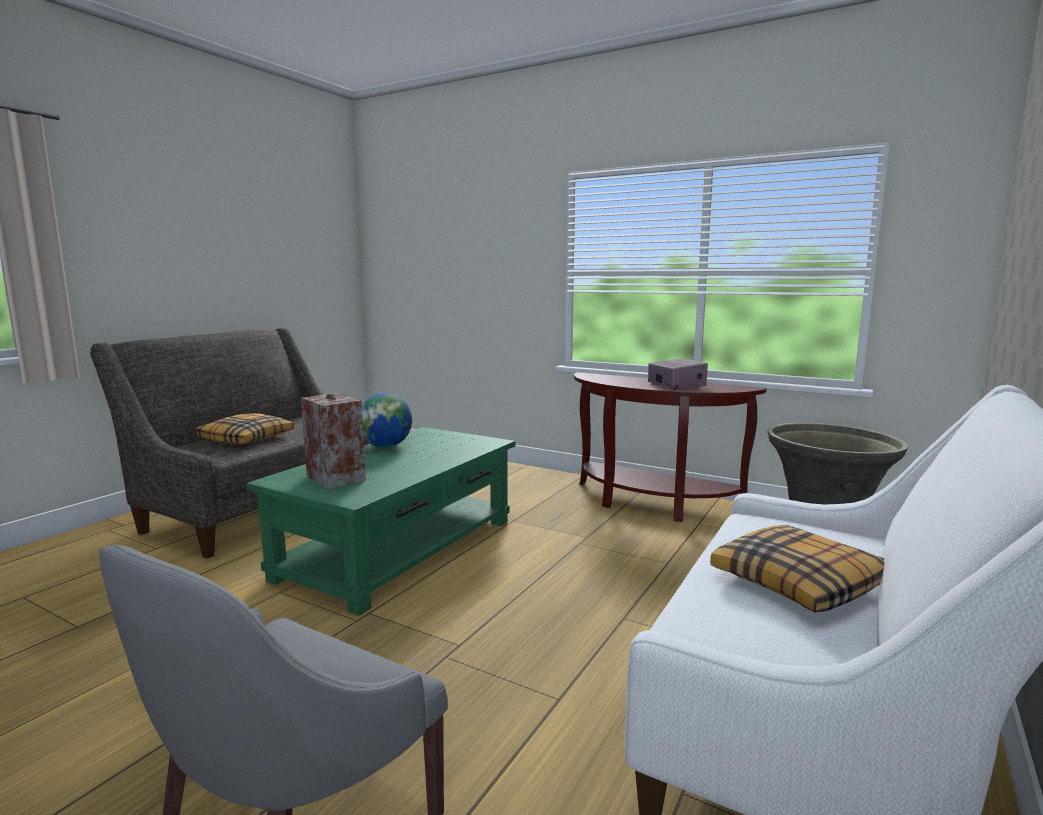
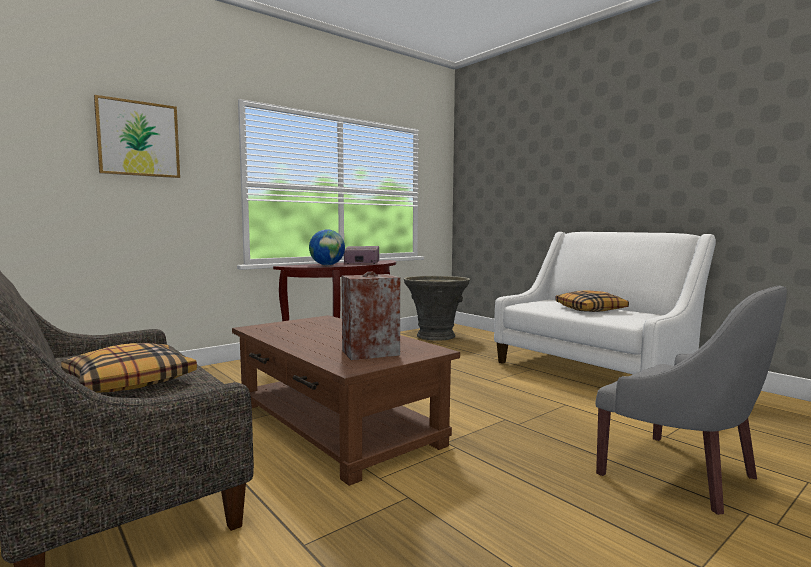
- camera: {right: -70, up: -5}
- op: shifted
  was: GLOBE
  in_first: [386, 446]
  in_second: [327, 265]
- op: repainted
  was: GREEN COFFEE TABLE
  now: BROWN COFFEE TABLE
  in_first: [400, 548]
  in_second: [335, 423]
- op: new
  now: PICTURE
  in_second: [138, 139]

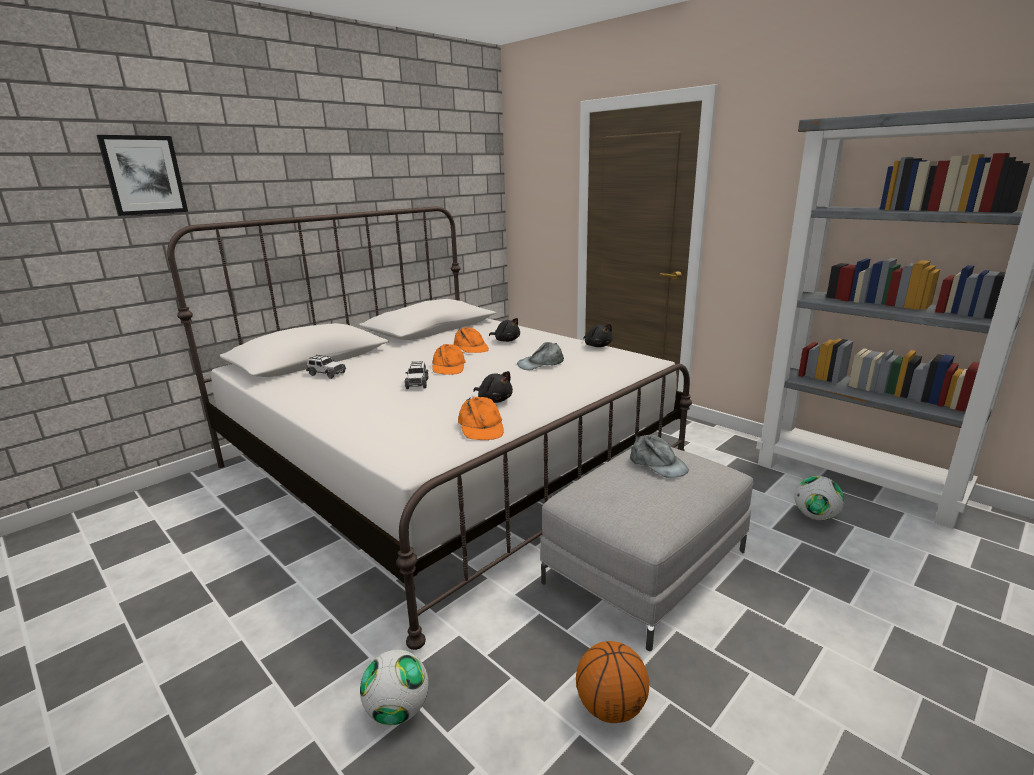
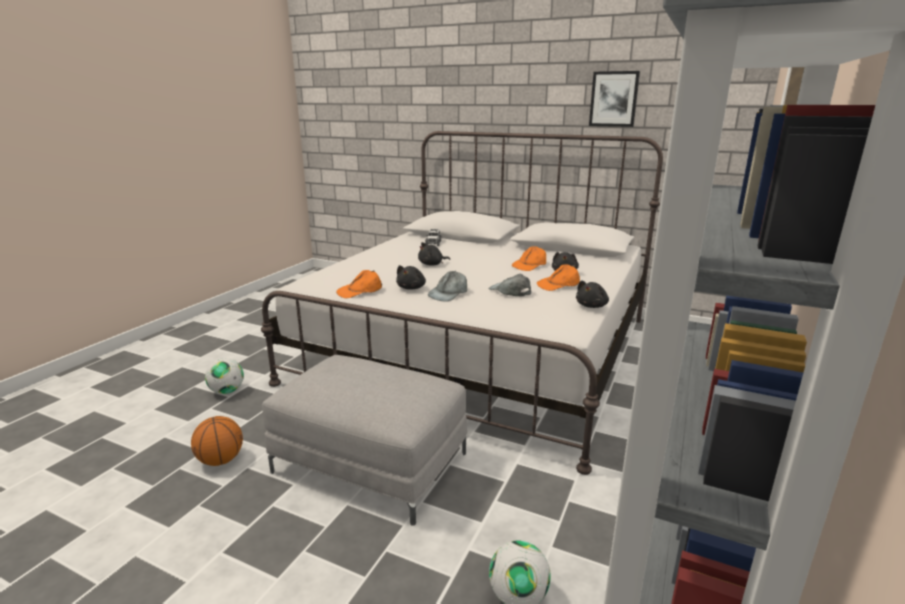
- camera: {right: 70, up: 0}
- op: shifted
  was: PICTURE
  in_first: [144, 175]
  in_second: [613, 99]
- op: shifted
  was: ORANGE CAP
  in_first: [448, 367]
  in_second: [558, 284]
- op: swapped
  was: TOY CAR
  now: BLACK PLUSH TOY
  in_first: [417, 383]
  in_second: [432, 264]
- op: shifted
  was: GREY CAP
  in_first: [657, 464]
  in_second: [449, 293]

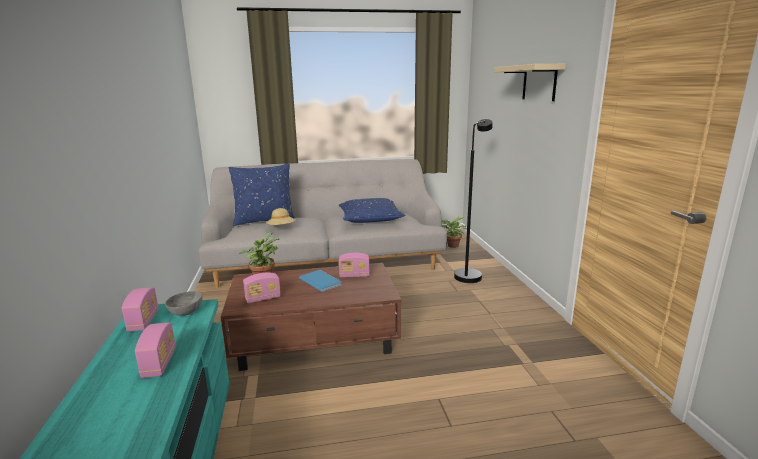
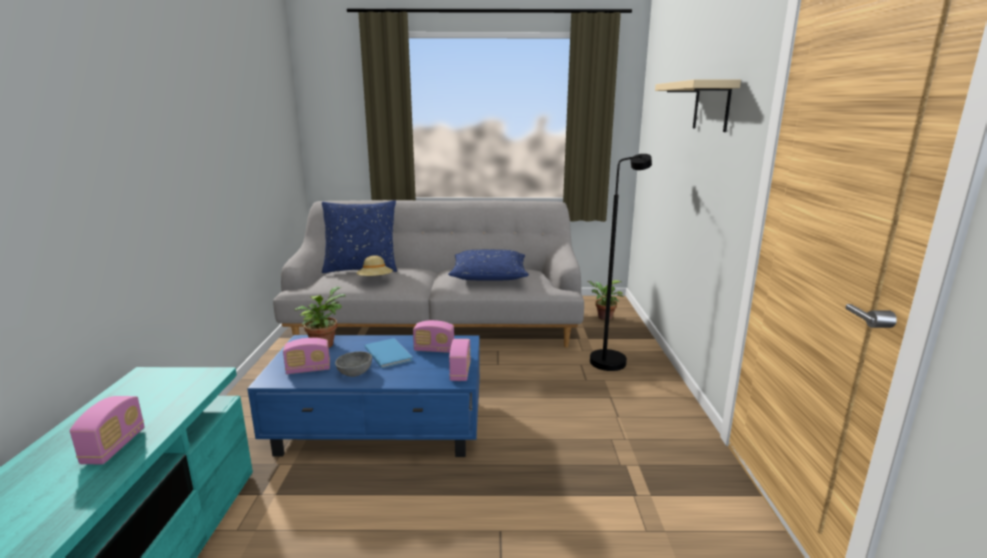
- camera: {right: 10, up: 0}
- op: repainted
  was: BROWN COFFEE TABLE
  now: BLUE COFFEE TABLE
  in_first: [317, 338]
  in_second: [382, 425]
- op: shifted
  was: RADIO
  in_first: [143, 321]
  in_second: [460, 372]
- op: shifted
  was: GREY BOWL
  in_first: [185, 312]
  in_second: [354, 373]

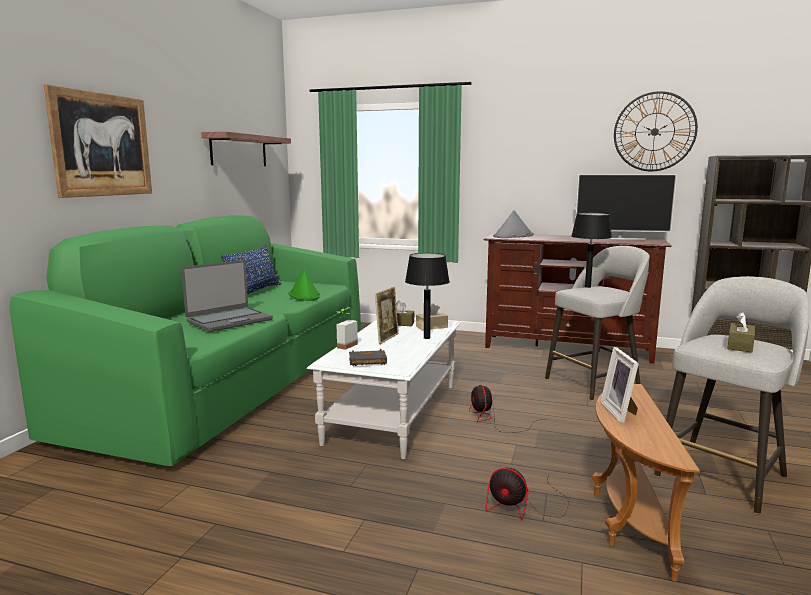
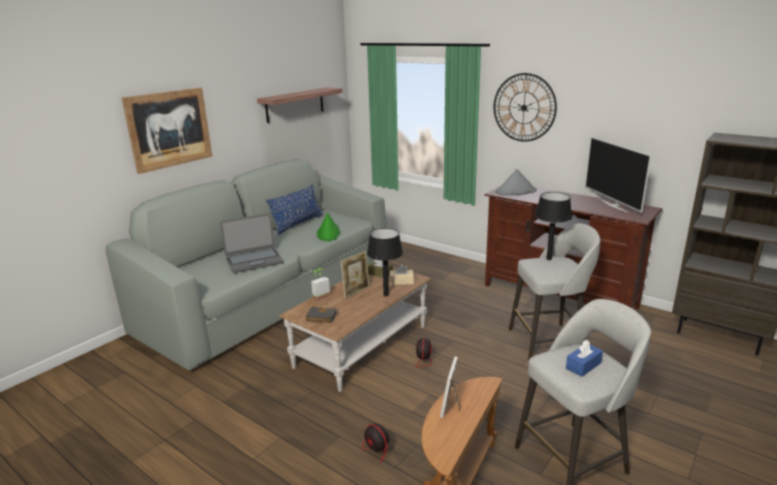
- camera: {right: 20, up: 10}
- op: shifted
  was: WALL CLOCK
  in_first: [654, 132]
  in_second: [524, 107]
- op: rotated
  was: TELEVISION
  in_first: [620, 238]
  in_second: [613, 205]
  clockwise: 45
- op: repainted
  was: GREEN SOFA
  now: GREY SOFA
  in_first: [235, 381]
  in_second: [272, 295]
- op: repainted
  was: BROWN TISSUE BOX
  now: BLUE TISSUE BOX
  in_first: [740, 345]
  in_second: [583, 365]
- op: repainted
  was: WHITE COFFEE TABLE
  now: BROWN COFFEE TABLE
  in_first: [393, 412]
  in_second: [362, 346]

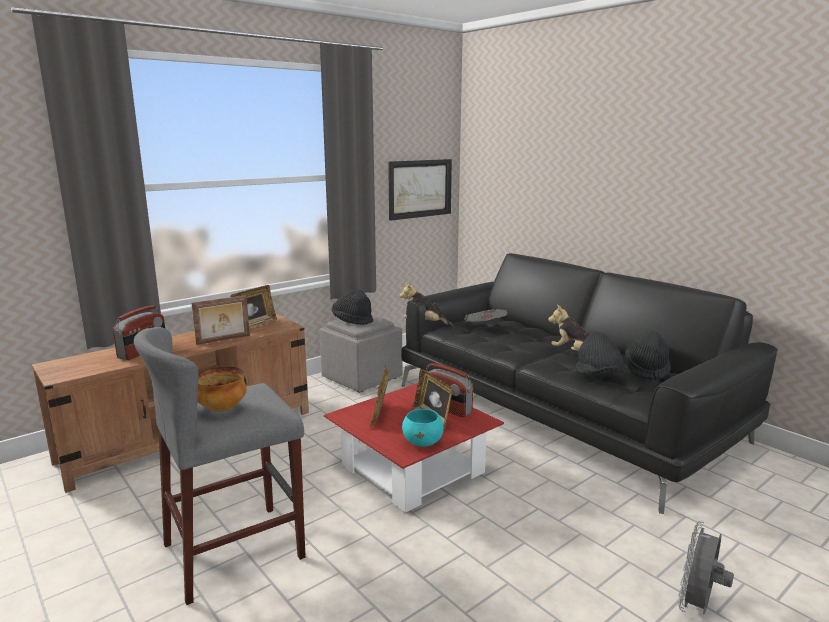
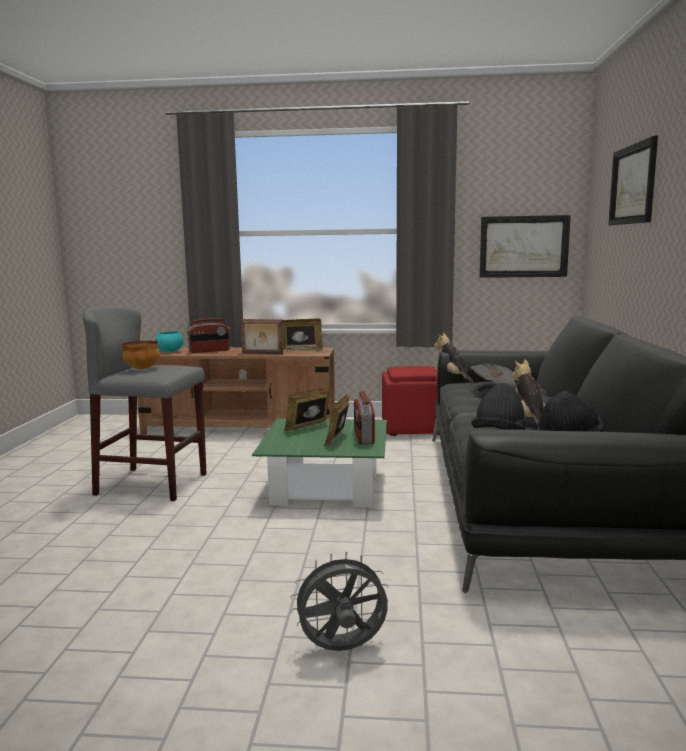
- camera: {right: 45, up: -5}
- op: gone
  was: BLACK HAT
  in_first: [352, 321]
- op: repainted
  was: GREY OTTOMAN
  now: RED OTTOMAN
  in_first: [362, 377]
  in_second: [413, 427]
- op: repainted
  was: RED COFFEE TABLE
  now: GREEN COFFEE TABLE
  in_first: [412, 469]
  in_second: [326, 487]
- op: shifted
  was: TURQUOISE BOWL
  in_first: [423, 442]
  in_second: [170, 351]
- op: new
  now: PICTURE
  in_second: [633, 184]

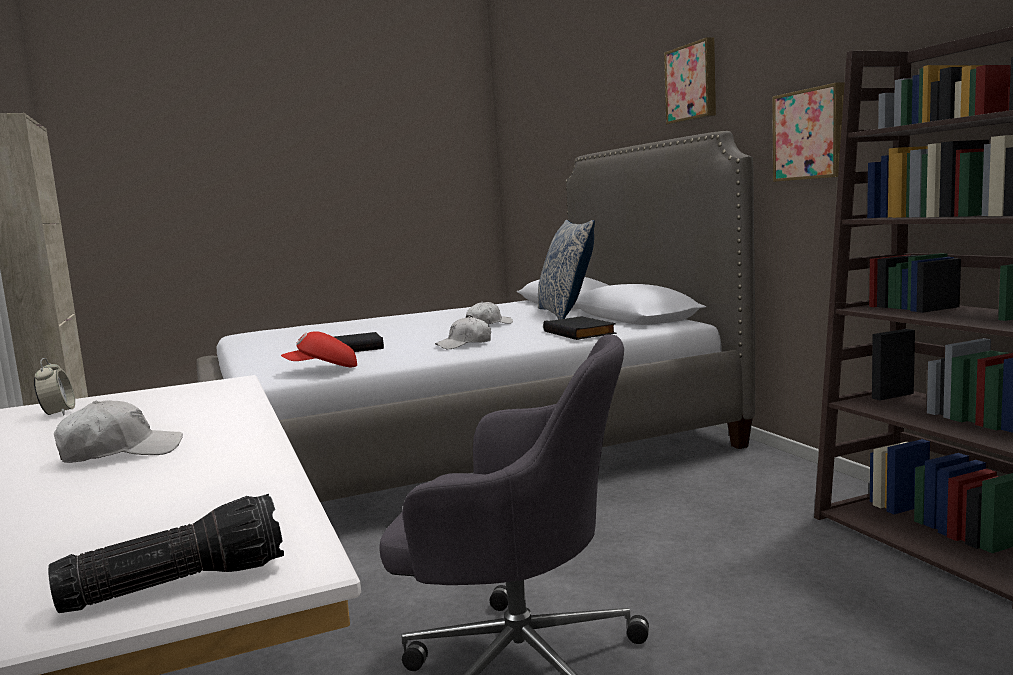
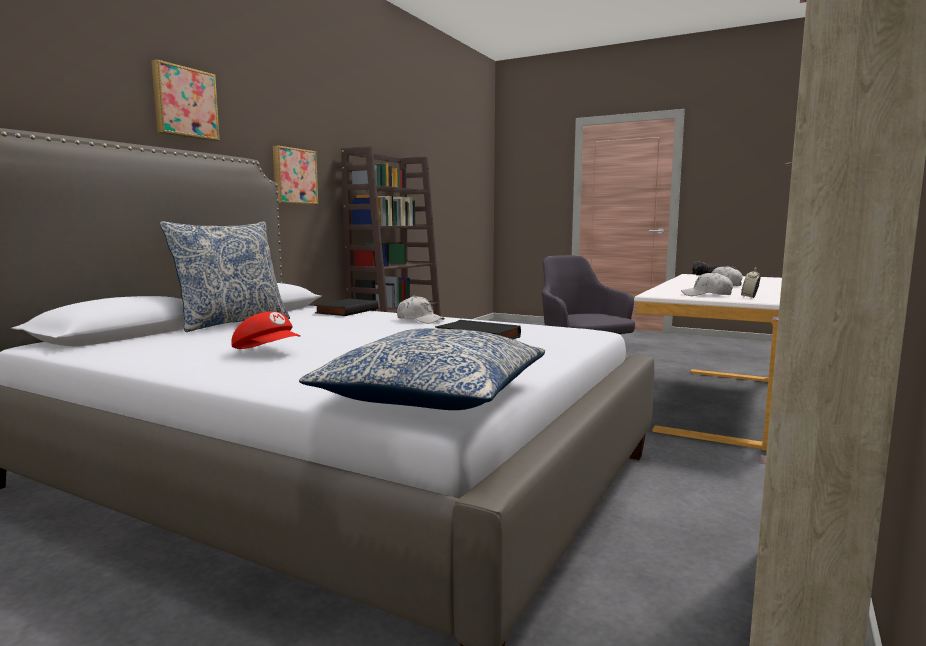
- camera: {right: -130, up: 0}
- op: shifted
  was: WHITE CAP
  in_first: [488, 324]
  in_second: [706, 295]
- op: shifted
  was: RED CAP
  in_first: [322, 370]
  in_second: [268, 351]
- op: new
  now: PILLOW
  in_second: [432, 394]

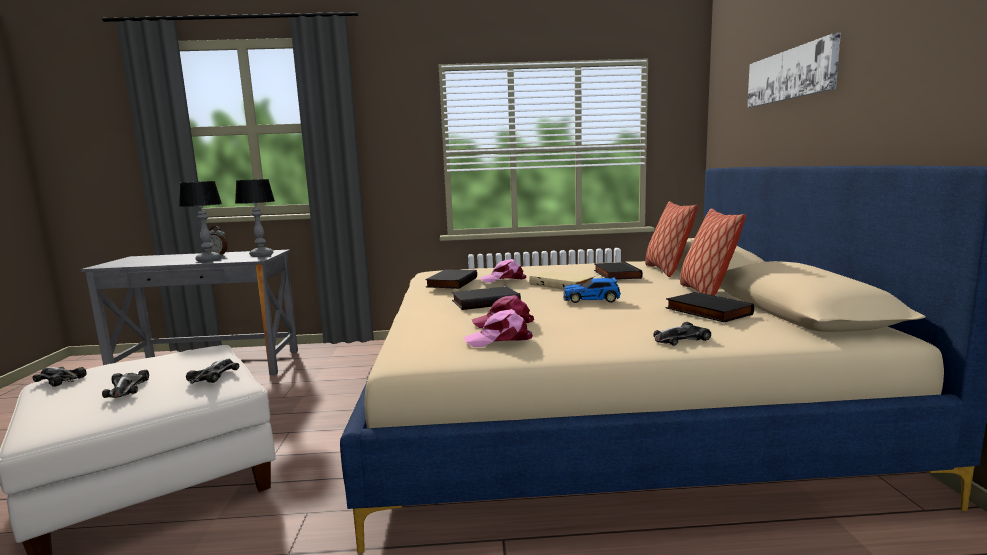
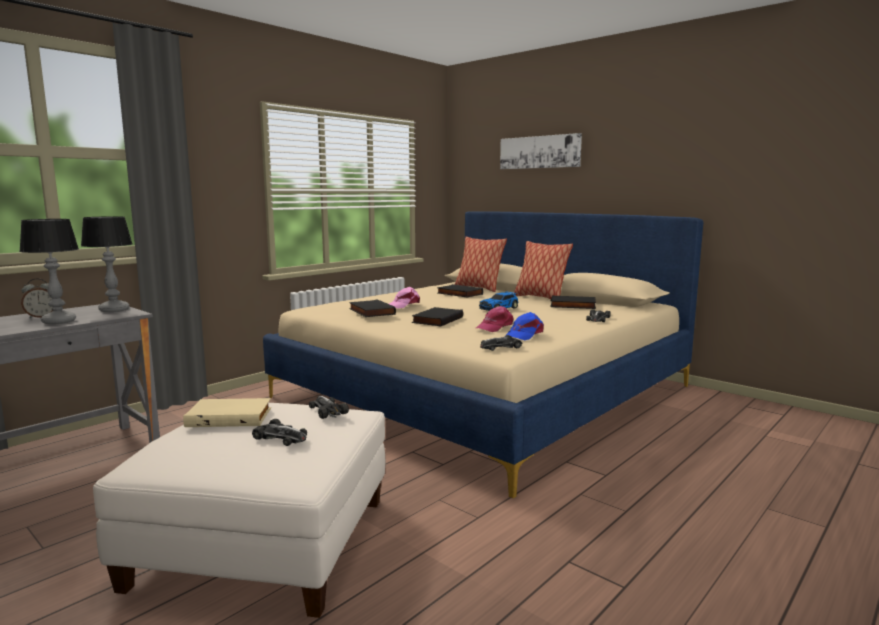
- camera: {right: -45, up: 0}
- op: shifted
  was: BEIGE BOOK
  in_first: [563, 284]
  in_second: [230, 417]
- op: repainted
  was: PINK CAP
  now: BLUE CAP
  in_first: [499, 339]
  in_second: [524, 335]
- op: shifted
  was: TOY CAR
  in_first: [60, 379]
  in_second: [500, 347]

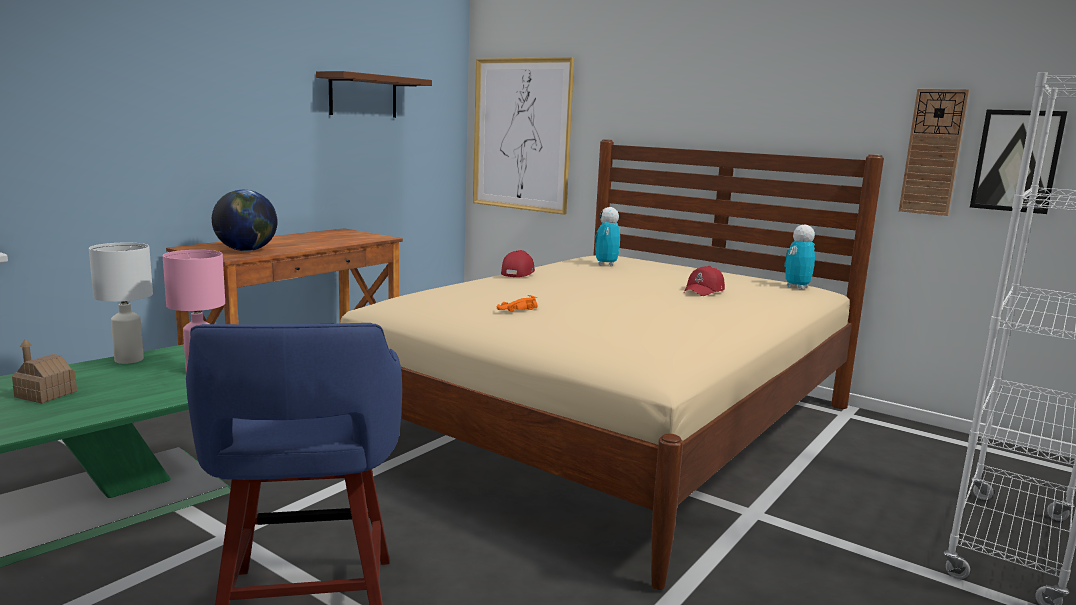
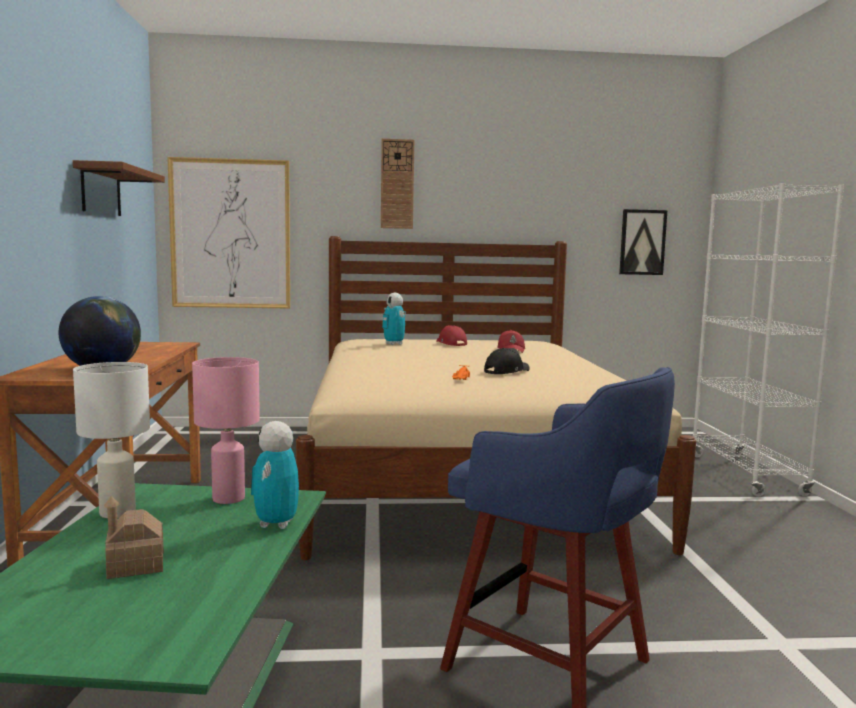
- camera: {right: -40, up: -5}
- op: shifted
  was: WALL CLOCK
  in_first: [933, 152]
  in_second: [397, 184]
- op: shifted
  was: TOY ROBOT
  in_first: [797, 287]
  in_second: [276, 524]
- op: shifted
  was: RED CAP
  in_first: [517, 273]
  in_second: [450, 343]
- op: new
  now: BLACK CAP
  in_second: [506, 371]

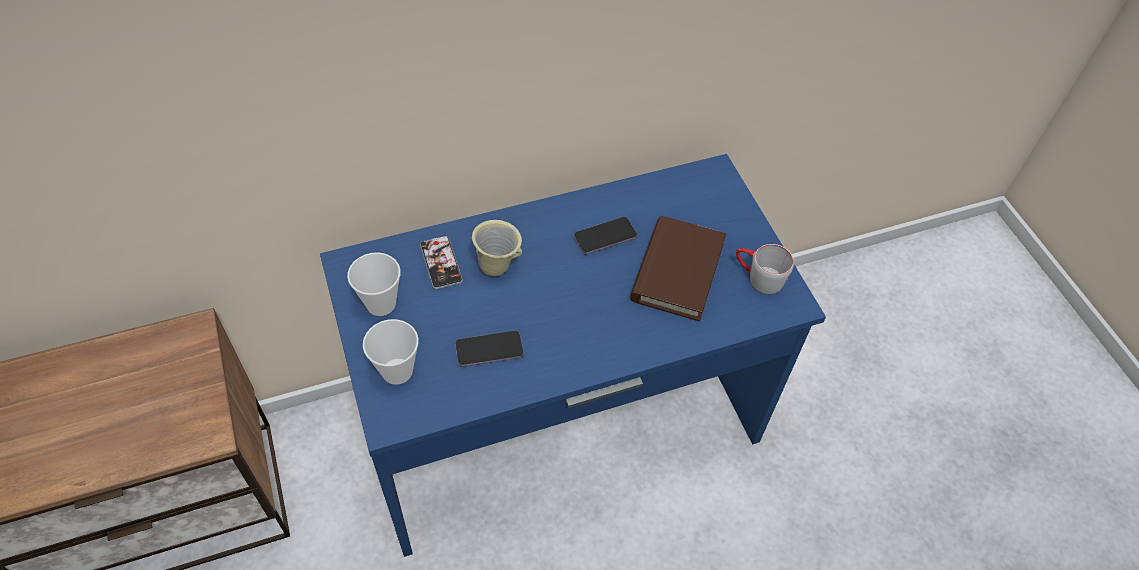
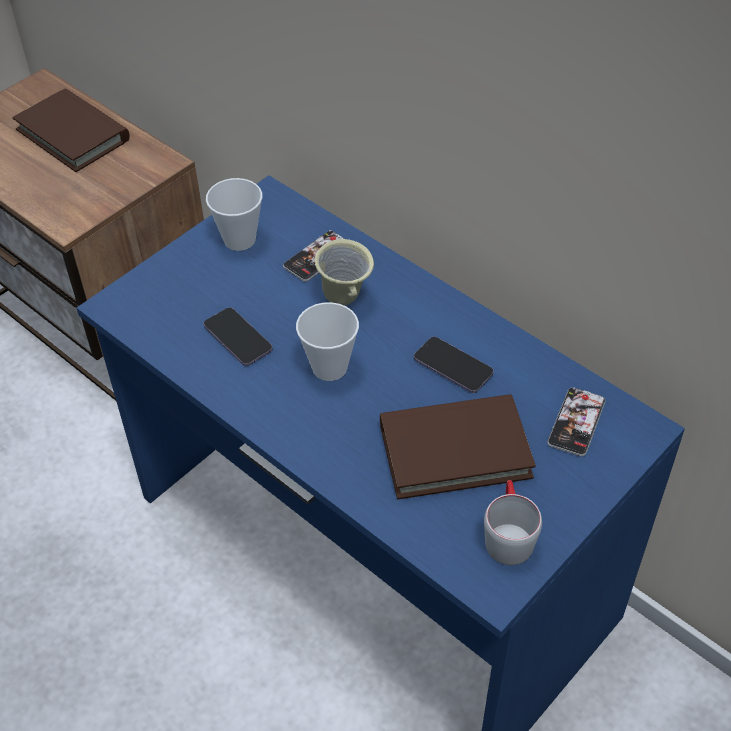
- camera: {right: 65, up: -5}
- op: shifted
  was: CUP
  in_first: [397, 371]
  in_second: [329, 367]
- op: new
  now: BROWN BOOK
  in_second: [73, 135]
- op: new
  now: PHONE
  in_second: [576, 422]

